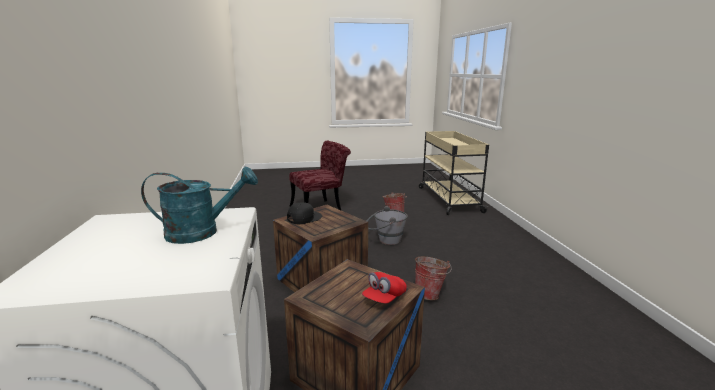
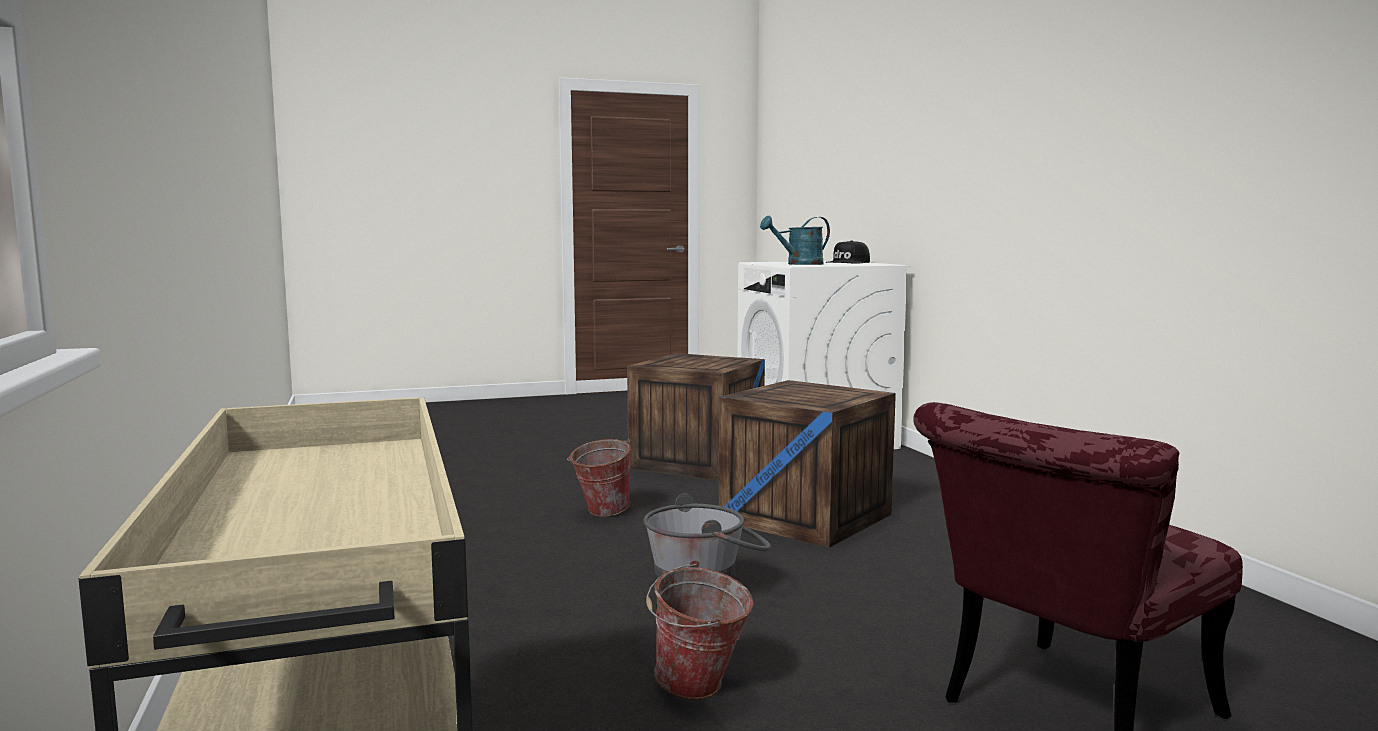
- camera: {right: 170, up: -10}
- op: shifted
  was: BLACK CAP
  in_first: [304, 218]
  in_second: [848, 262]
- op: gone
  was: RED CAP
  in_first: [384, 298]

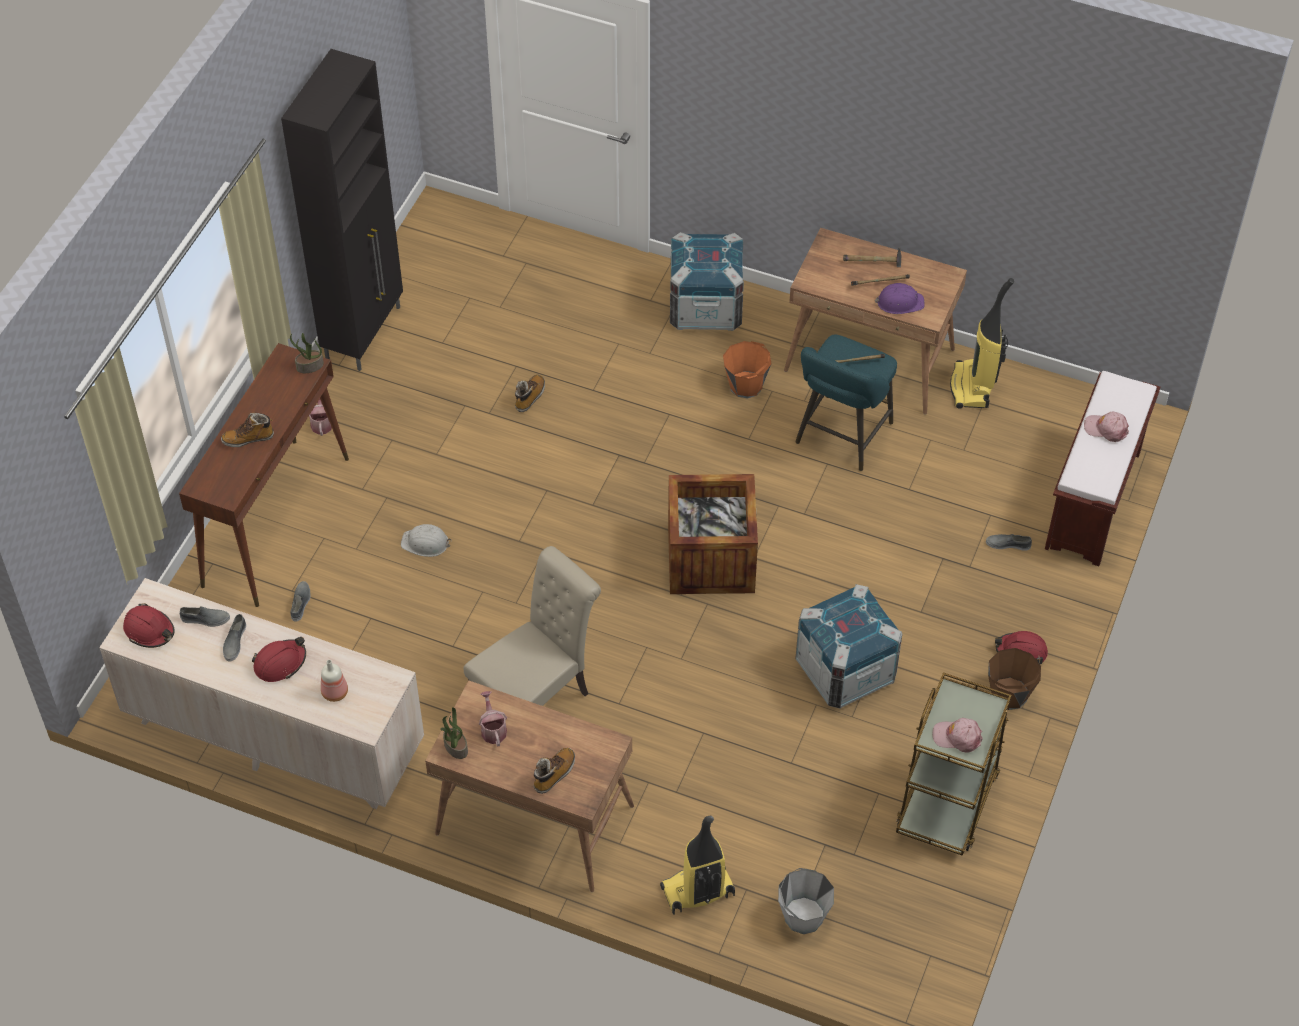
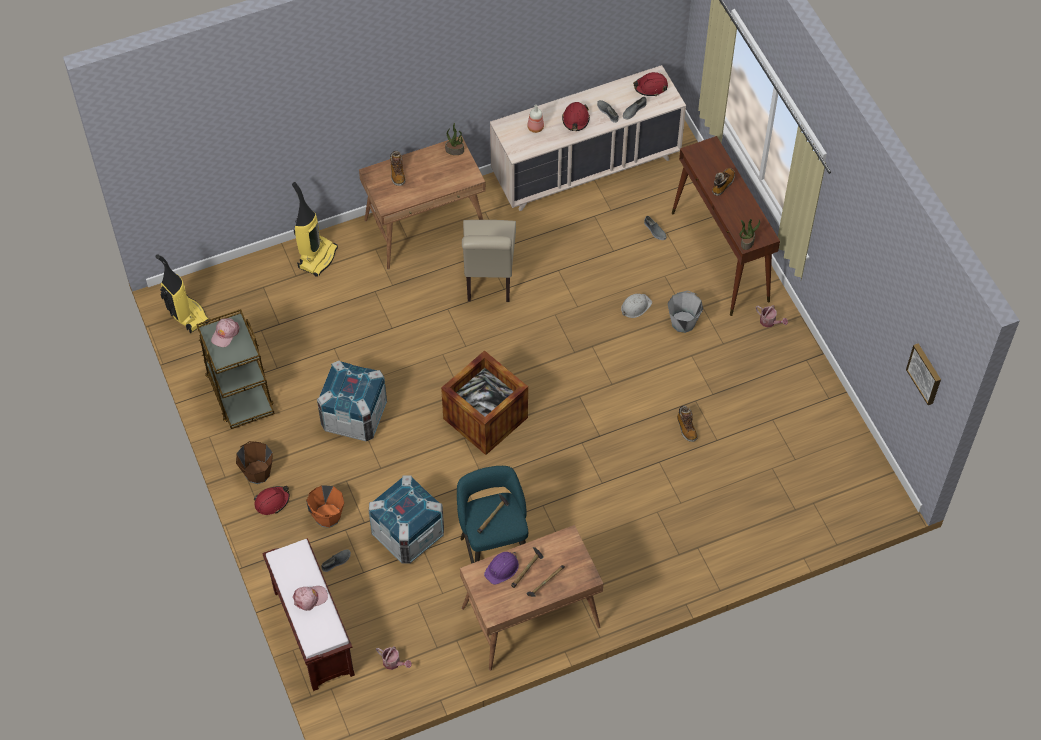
- camera: {right: 135, up: 5}
- op: gone
  was: BLACK CABINET
  in_first: [364, 332]
- op: shifted
  was: CRATE
  in_first: [705, 307]
  in_second: [408, 534]
- op: shifted
  was: VACUUM CLEANER
  in_first: [973, 387]
  in_second: [186, 315]
- op: shifted
  was: ORANGE BUCKET
  in_first: [746, 385]
  in_second: [327, 516]
- op: shifted
  was: WATERING CAN
  in_first: [493, 729]
  in_second: [393, 663]
- op: rotated
  was: PINK CAP
  in_first: [957, 737]
  in_second: [225, 334]
  clockwise: 150
- op: shifted
  was: GREY BUCKET
  in_first: [803, 916]
  in_second: [683, 322]
- op: new
  now: PICTURE
  in_second: [925, 373]

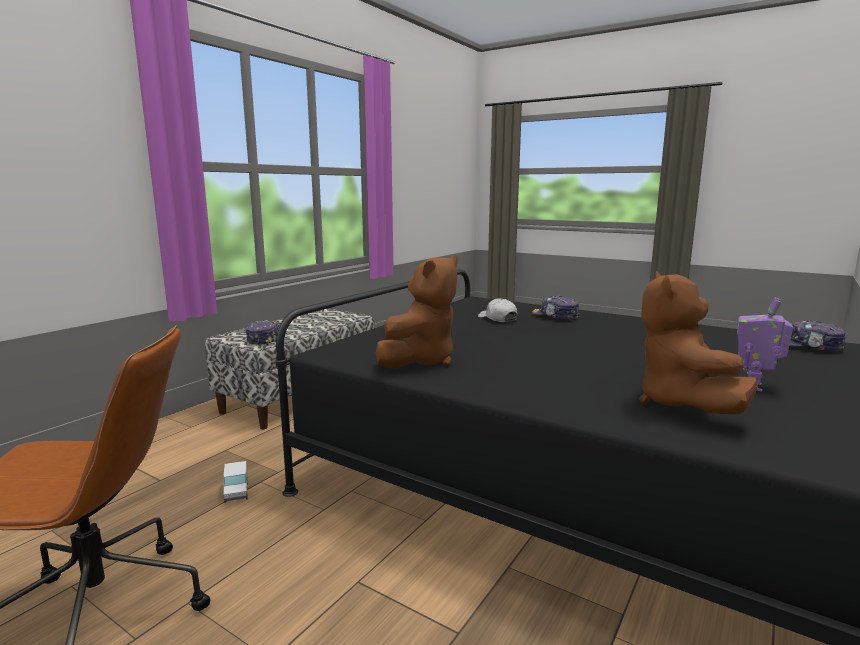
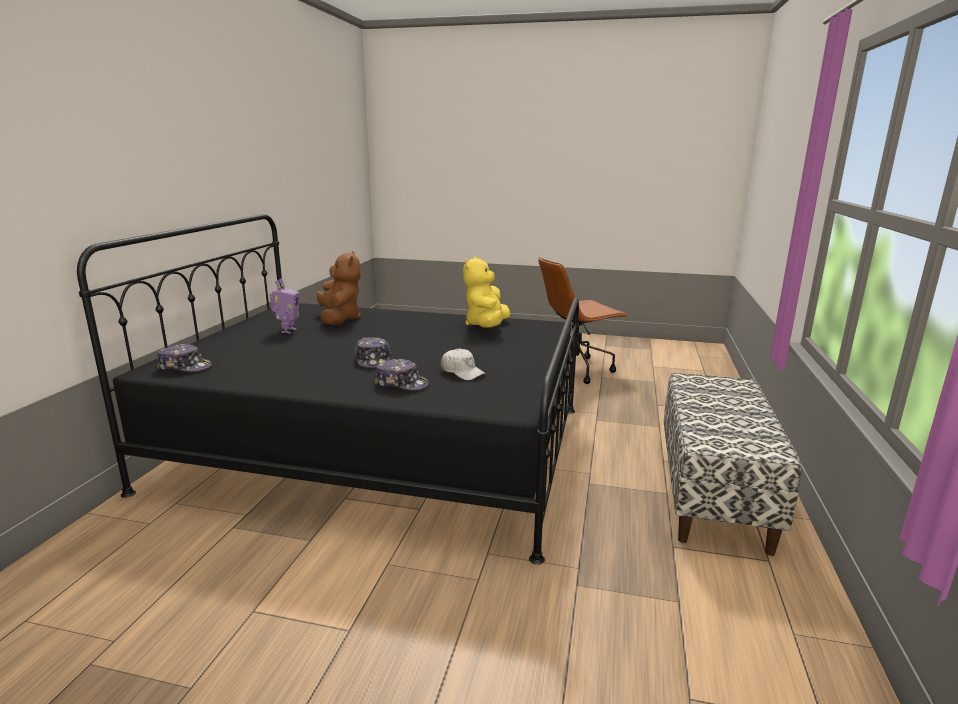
- camera: {right: 160, up: 5}
- op: repainted
  was: BROWN PLUSH TOY
  now: YELLOW PLUSH TOY
  in_first: [420, 360]
  in_second: [487, 326]
- op: shifted
  was: CAP
  in_first: [265, 339]
  in_second: [373, 360]
- op: gone
  was: TOY TRUCK
  in_first: [236, 492]

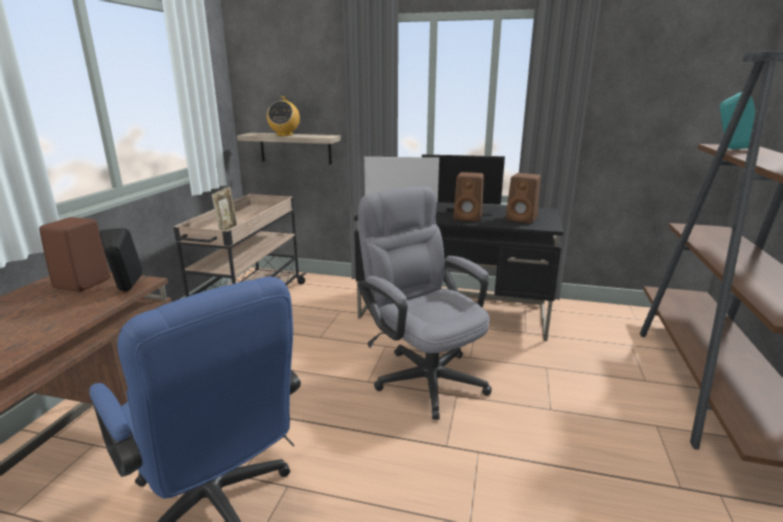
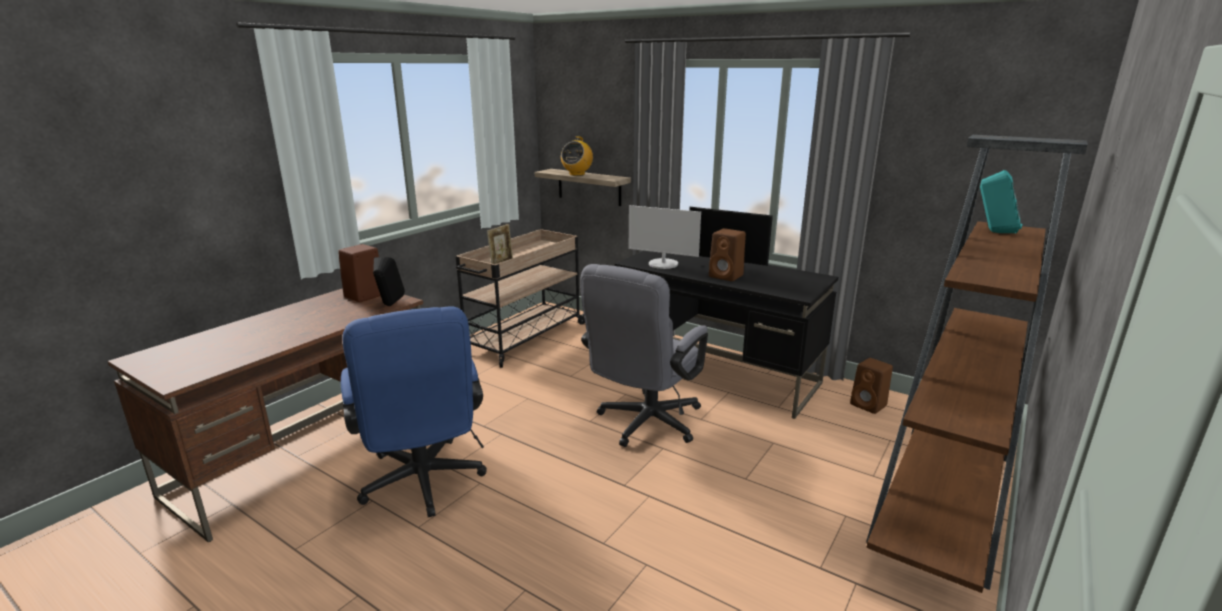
- camera: {right: 20, up: 0}
- op: shifted
  was: BROWN SPEAKER
  in_first: [522, 219]
  in_second: [869, 405]
- op: rotated
  was: GREY OFFICE CHAIR
  in_first: [423, 374]
  in_second: [644, 425]
  clockwise: -135

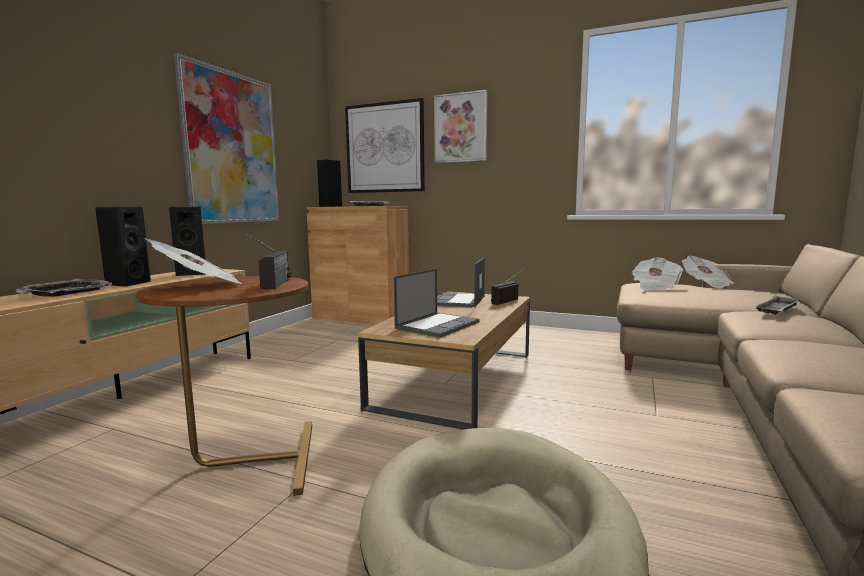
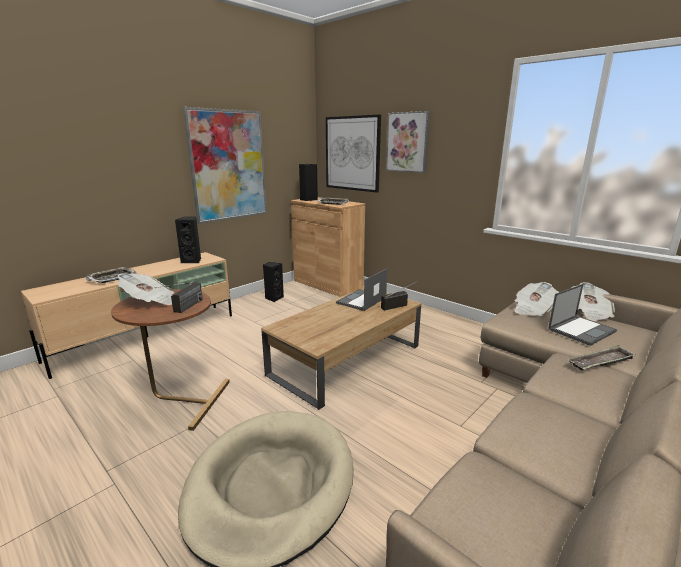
- camera: {right: 20, up: 10}
- op: shifted
  was: BLACK SPEAKER
  in_first: [127, 283]
  in_second: [274, 298]
- op: shifted
  was: LAPTOP
  in_first: [438, 325]
  in_second: [581, 330]

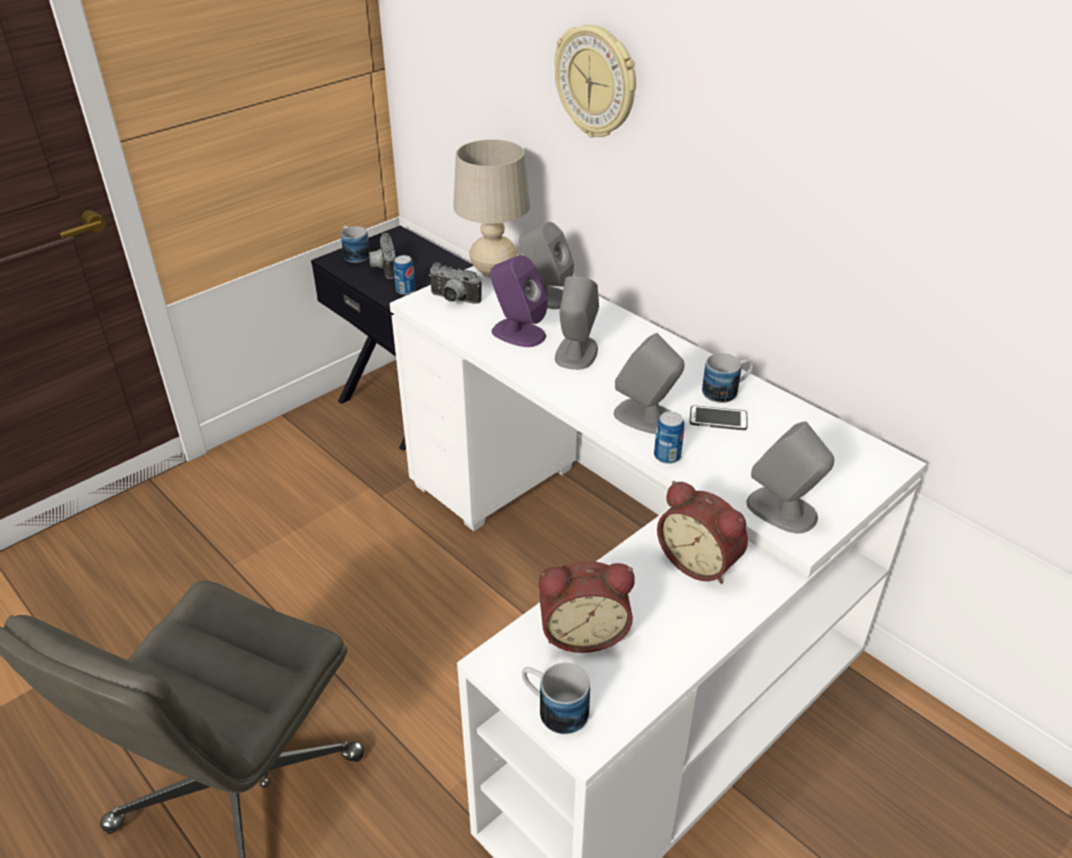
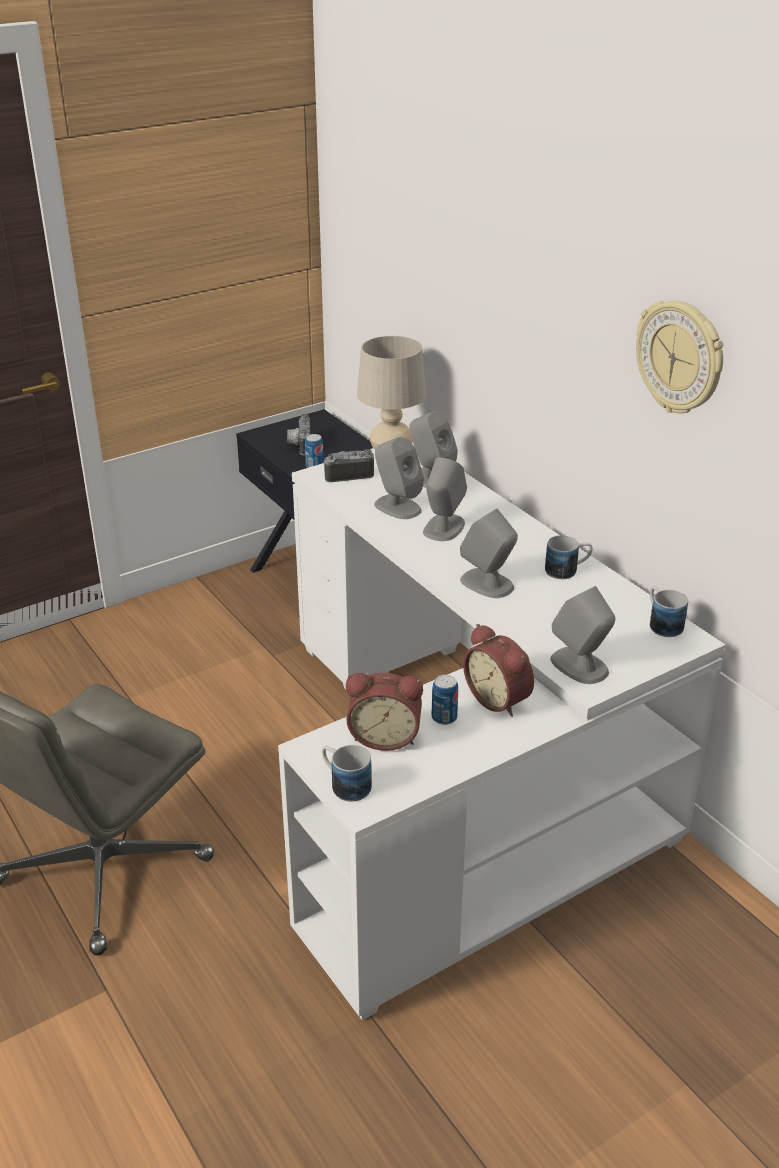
- camera: {right: 10, up: -5}
- op: shifted
  was: WALL CLOCK
  in_first: [596, 82]
  in_second: [680, 357]
- op: shifted
  was: MUG
  in_first: [354, 254]
  in_second: [661, 623]
- op: repainted
  was: PURPLE SPEAKER
  now: GREY SPEAKER
  in_first: [518, 333]
  in_second: [397, 507]
- op: rotated
  was: PHOTO CAMERA
  in_first: [453, 300]
  in_second: [348, 475]
  clockwise: 135
- op: gone
  was: PHONE
  in_first: [718, 419]
- op: shifted
  was: CAN
  in_first: [667, 456]
  in_second: [444, 717]

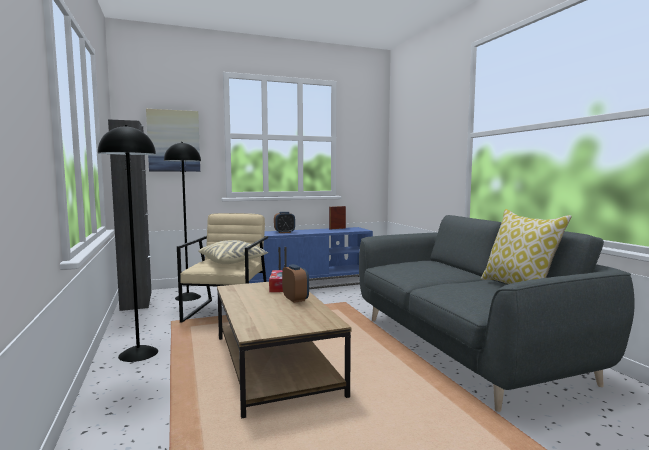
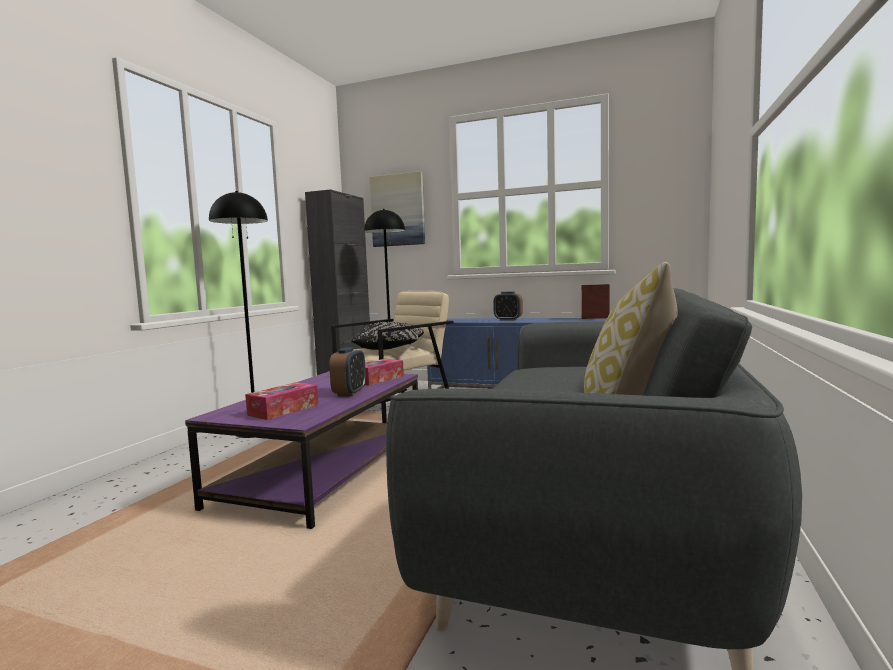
- camera: {right: 40, up: 0}
- op: repainted
  was: BEIGE PILLOW
  now: BLACK PILLOW
  in_first: [233, 262]
  in_second: [391, 348]
- op: repainted
  was: BROWN COFFEE TABLE
  now: PURPLE COFFEE TABLE
  in_first: [275, 365]
  in_second: [324, 472]
- op: new
  now: TISSUE BOX
  in_second: [283, 410]

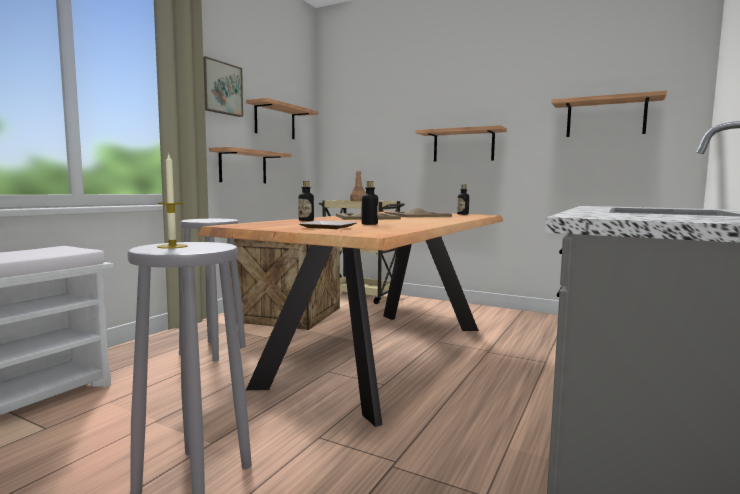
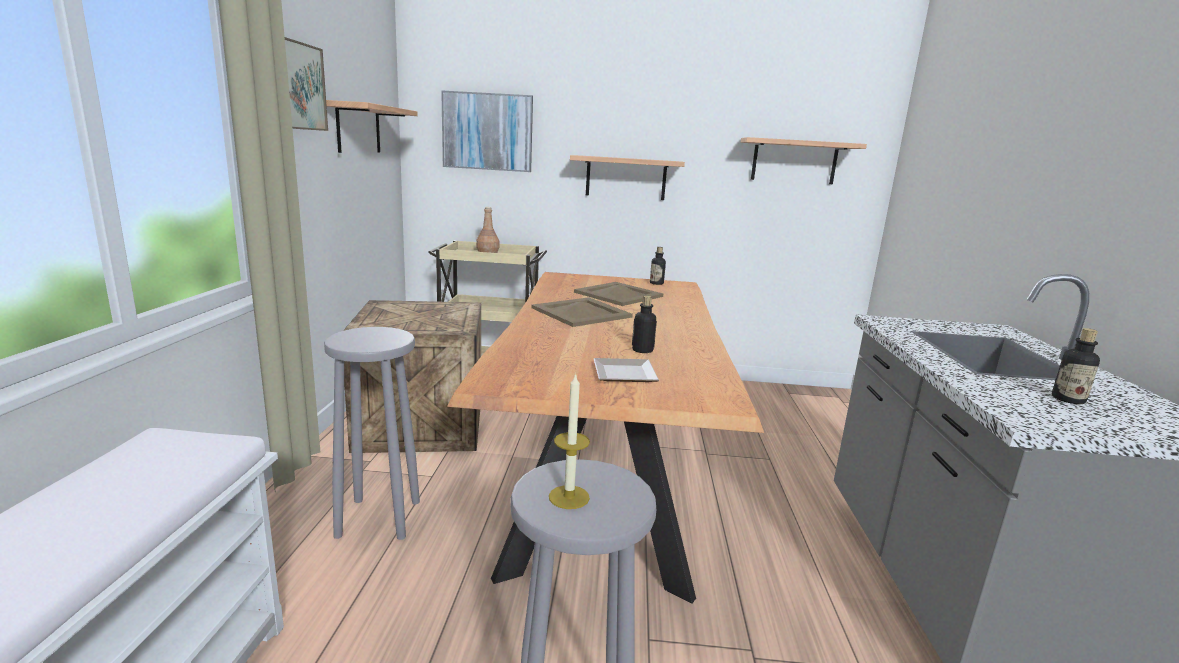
- camera: {right: -25, up: 10}
- op: gone
  was: SHELF
  in_first: [243, 167]
- op: shifted
  was: BOTTLE
  in_first: [306, 220]
  in_second: [1068, 399]
- op: new
  now: PICTURE
  in_second: [487, 132]

